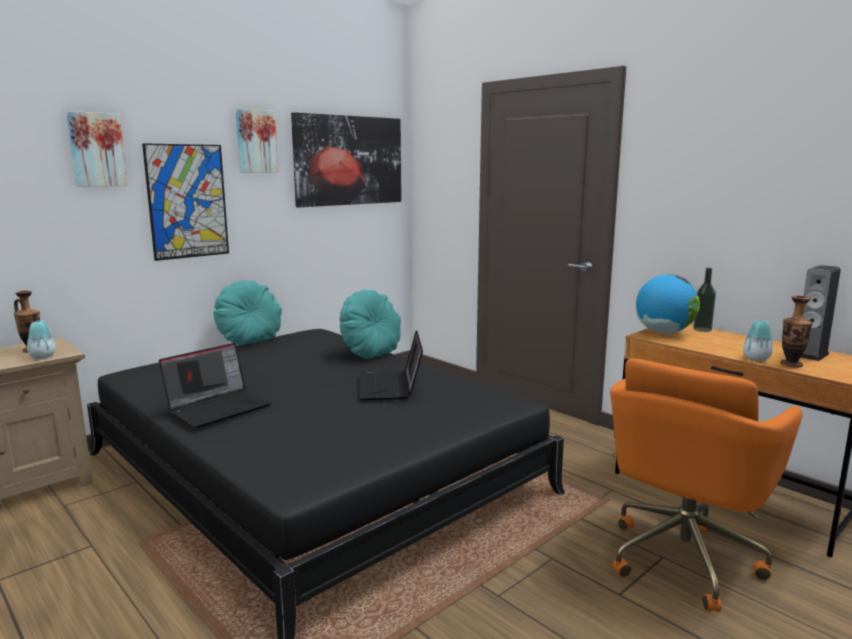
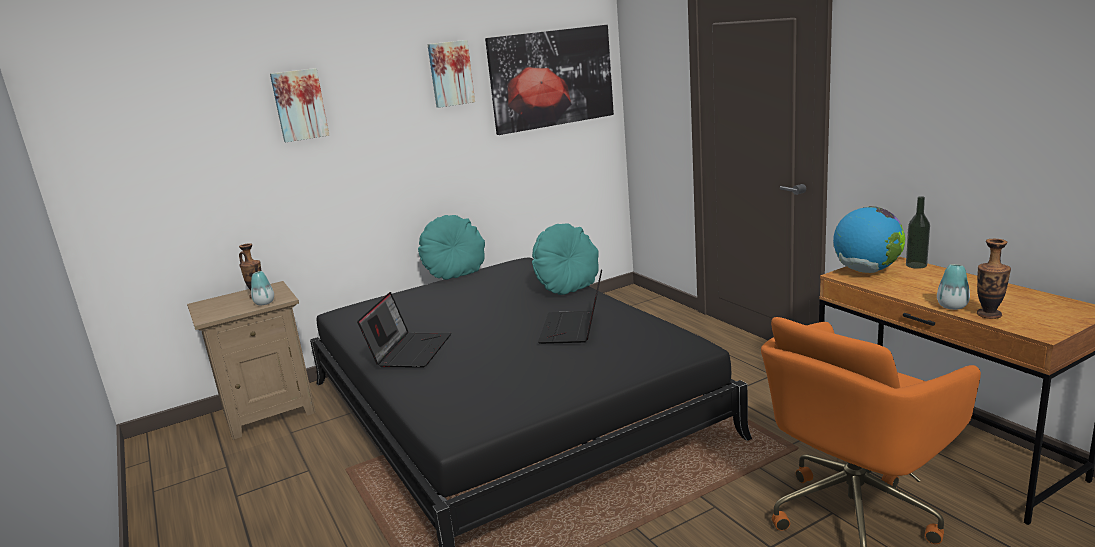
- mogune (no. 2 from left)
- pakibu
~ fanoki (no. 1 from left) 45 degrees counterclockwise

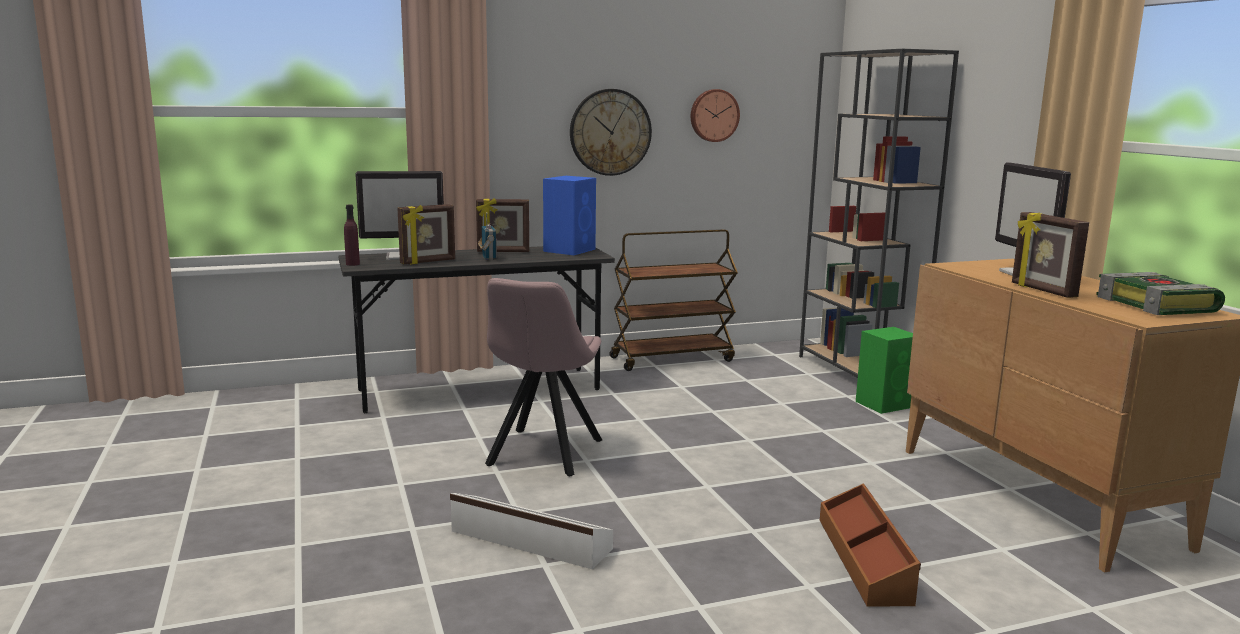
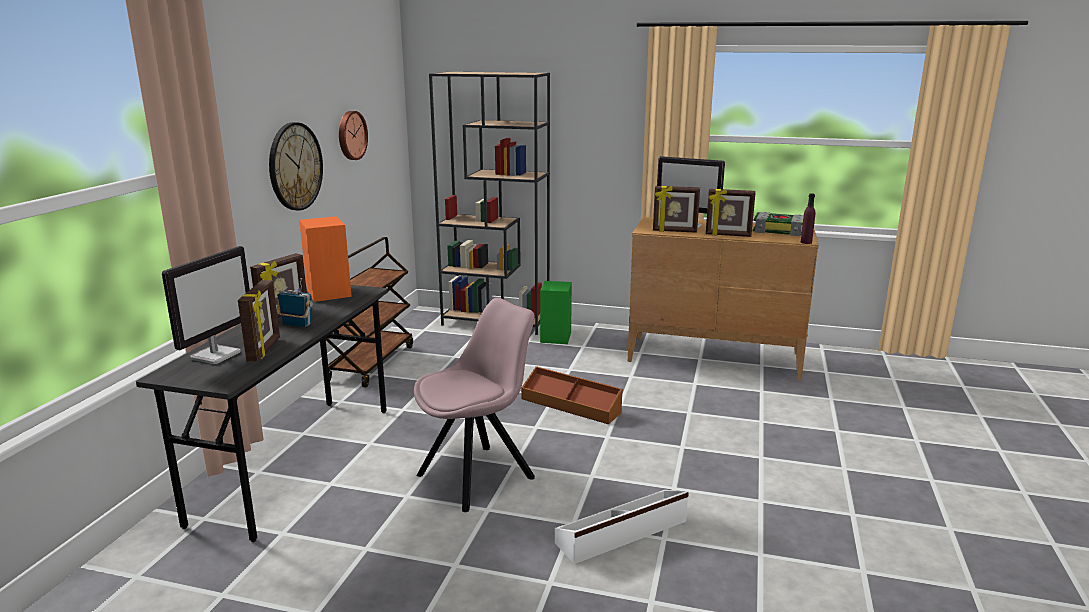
~ blue pakibu to orange pakibu
~ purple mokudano
~ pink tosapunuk 90 degrees counterclockwise
~ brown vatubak
+ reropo (no. 3 from left)

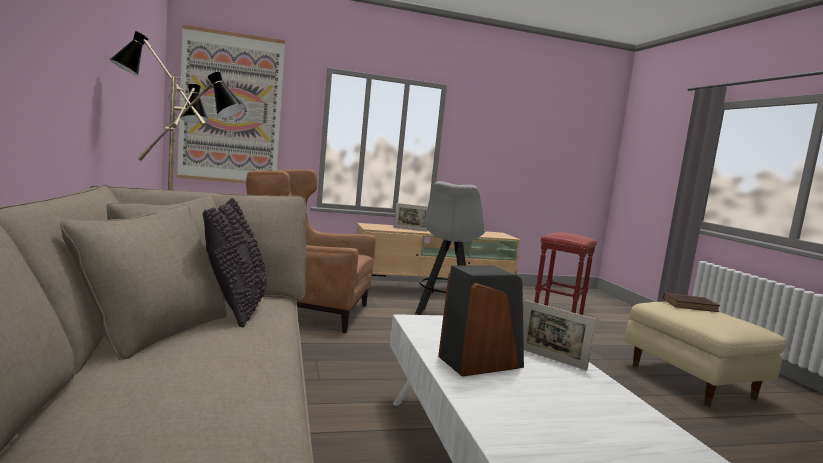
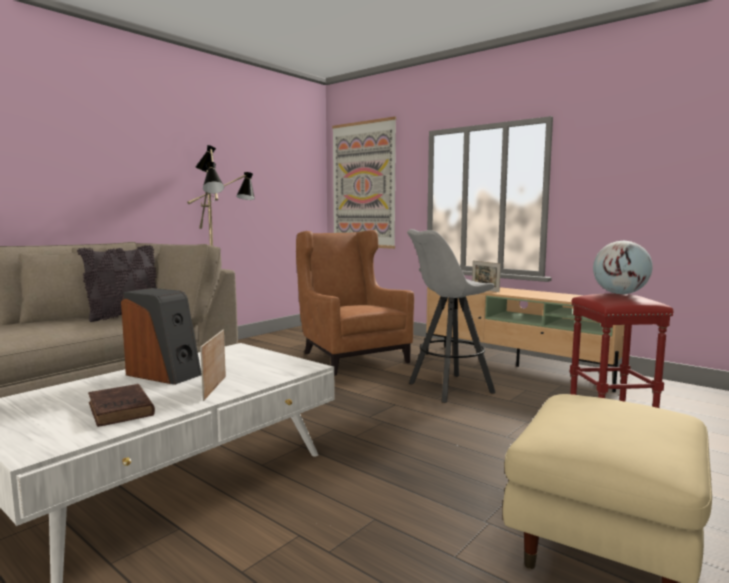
~ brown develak
+ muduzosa

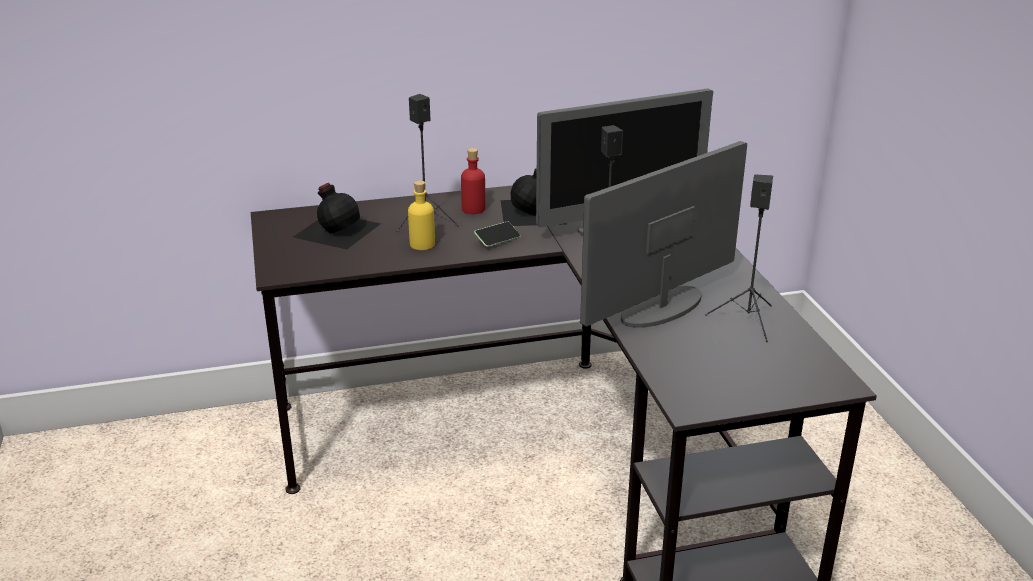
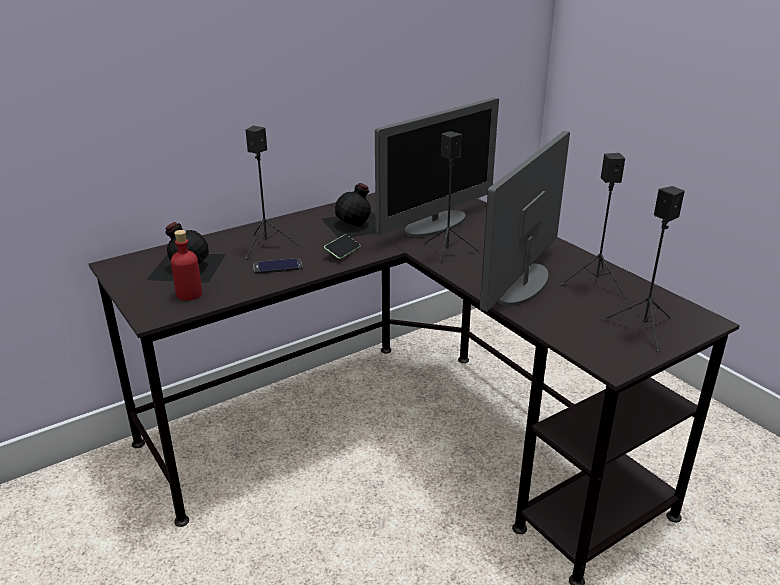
~ red mokudano
~ yellow mokudano to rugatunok (no. 1 from left)
+ black pakibu (no. 4 from left)

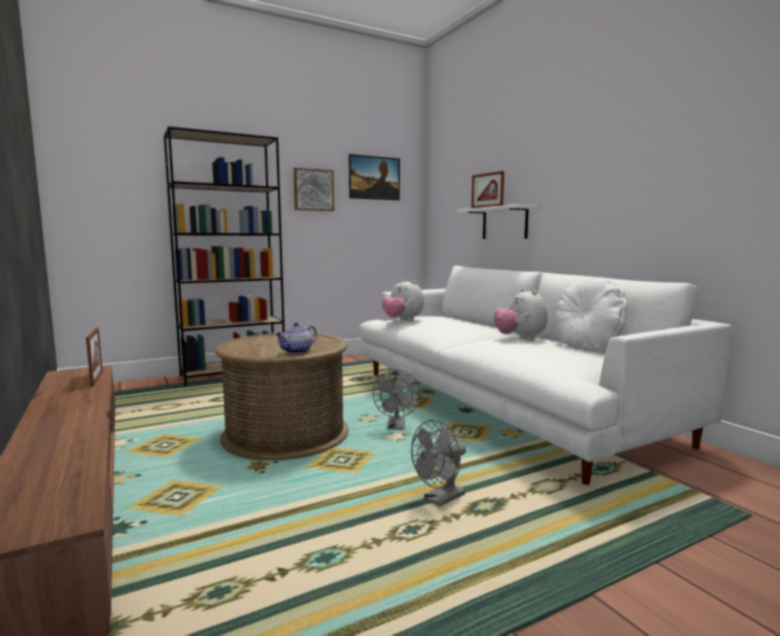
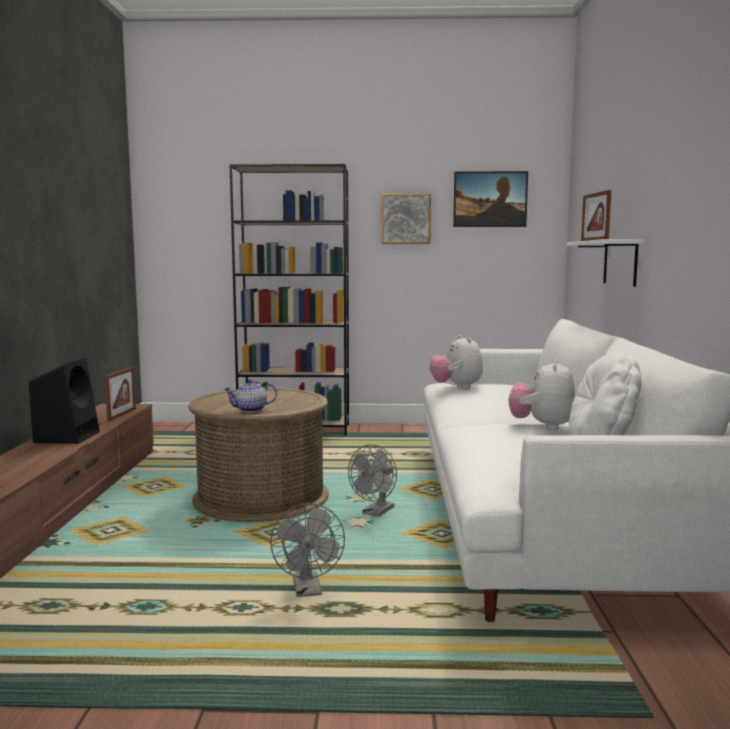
~ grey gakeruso (no. 2 from left in the first image) 90 degrees counterclockwise
+ black pakibu

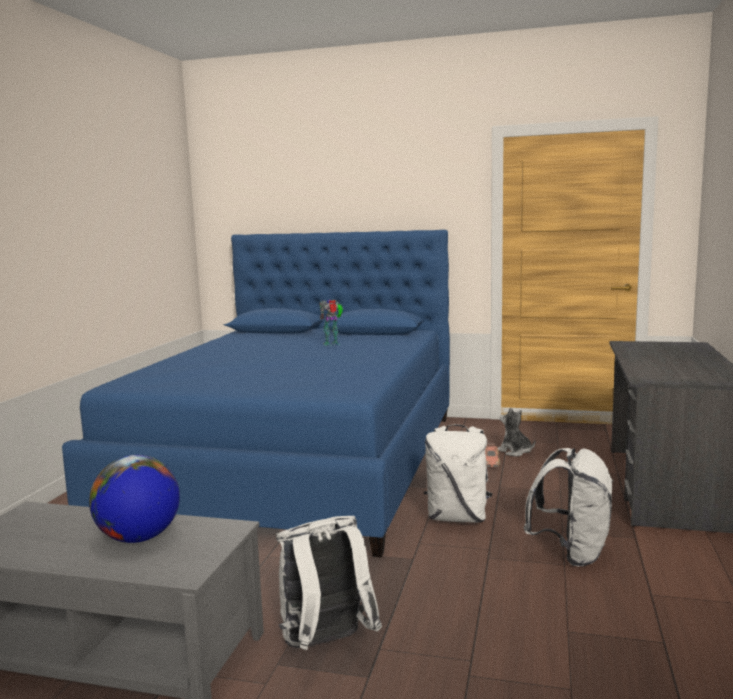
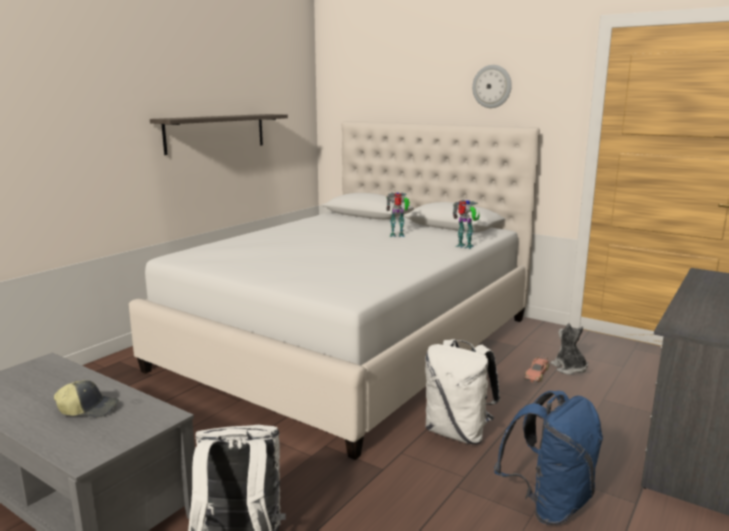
~ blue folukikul to white folukikul
~ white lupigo (no. 3 from left) to blue lupigo
~ muduzosa to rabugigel
+ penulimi
+ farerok
+ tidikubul (no. 2 from left)

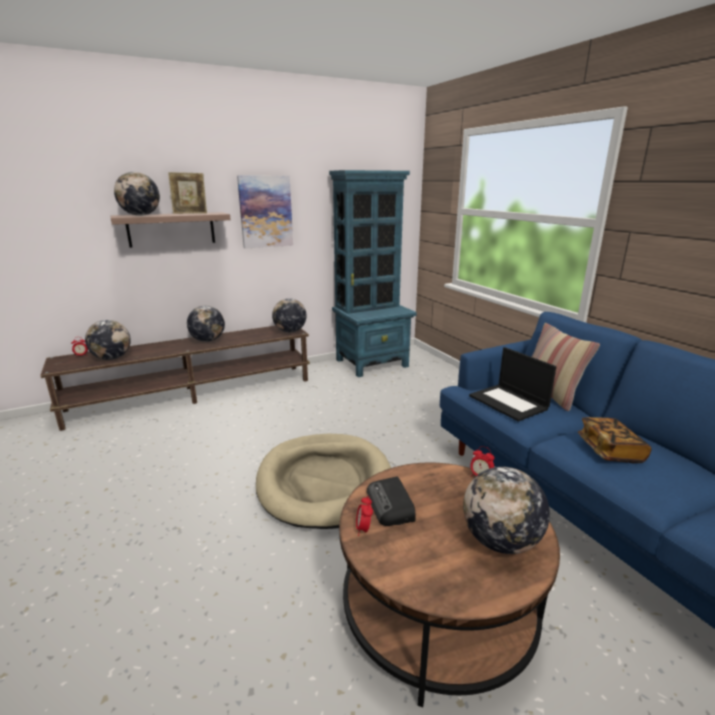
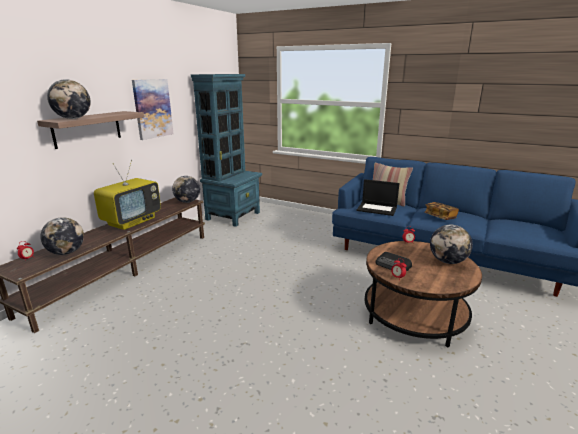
- reropo
~ muduzosa (no. 3 from left) to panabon
- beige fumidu

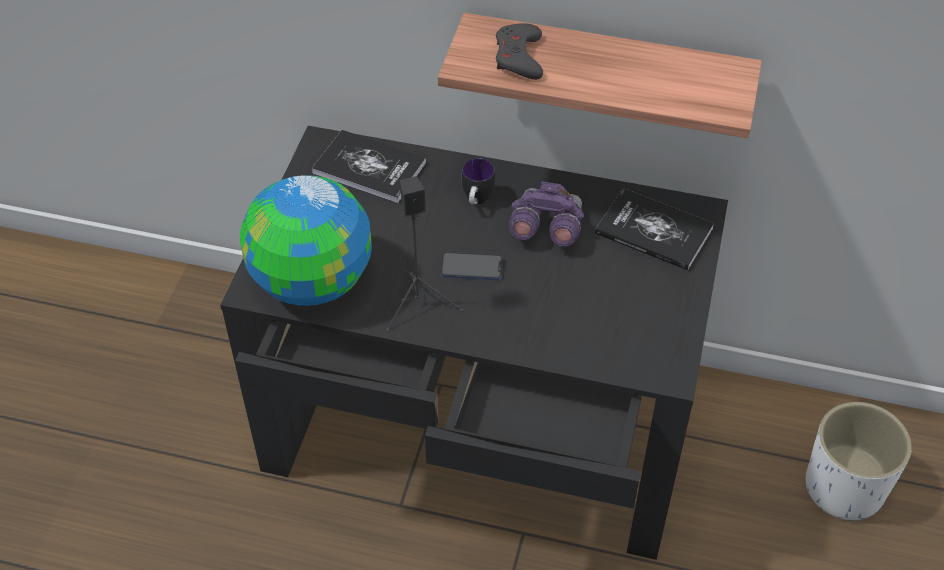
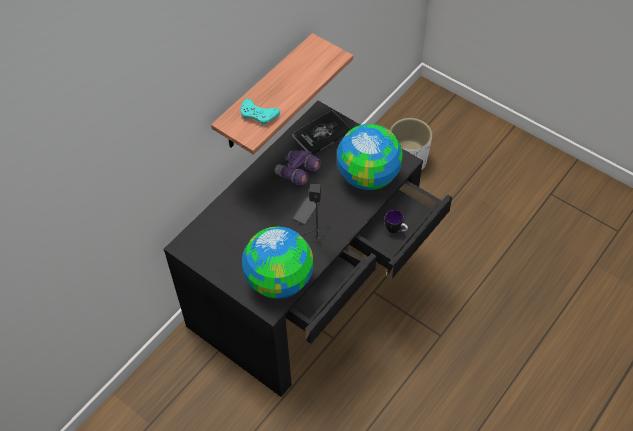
~ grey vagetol to turquoise vagetol
- develak (no. 1 from left)
~ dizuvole
+ muduzosa (no. 2 from left)

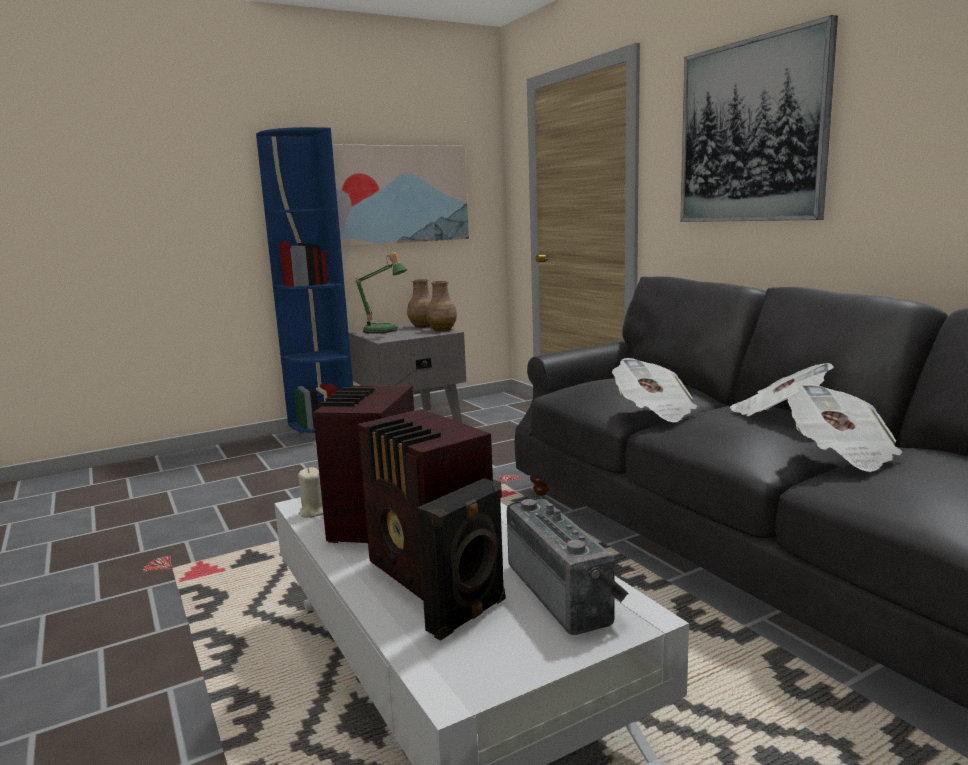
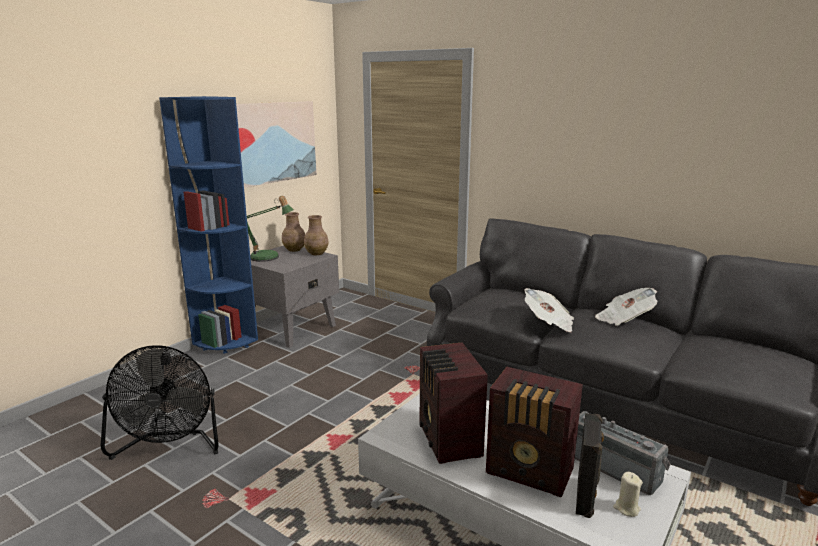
- mogune (no. 2 from left)
- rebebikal (no. 3 from left)
~ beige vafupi
+ black gakeruso

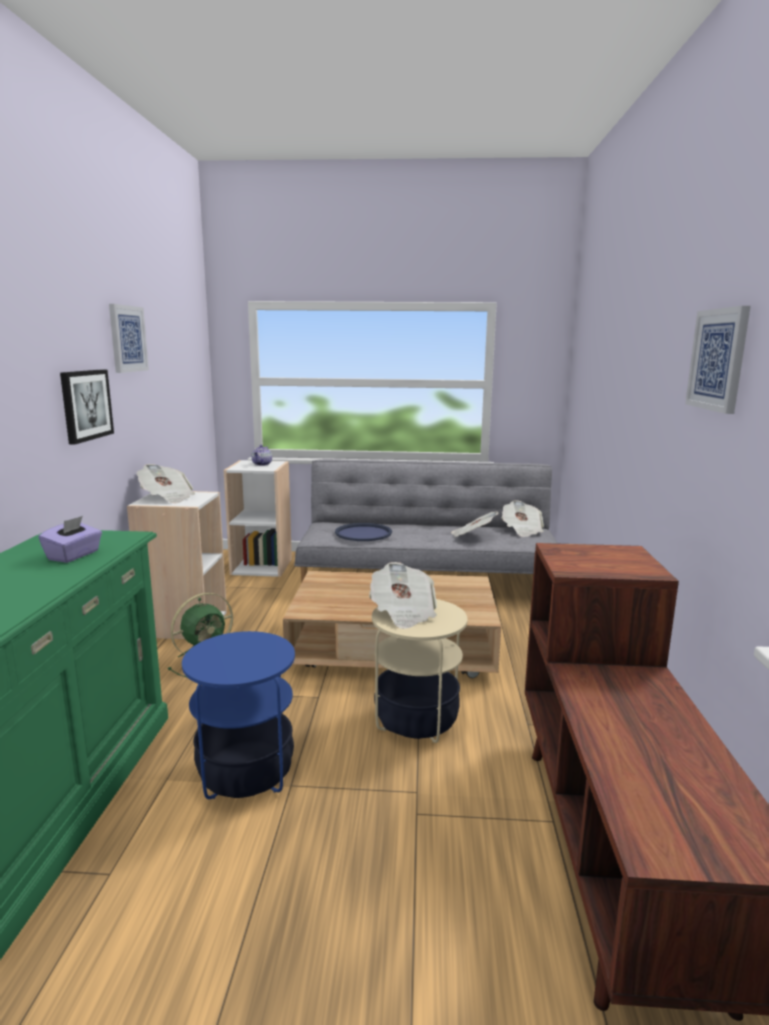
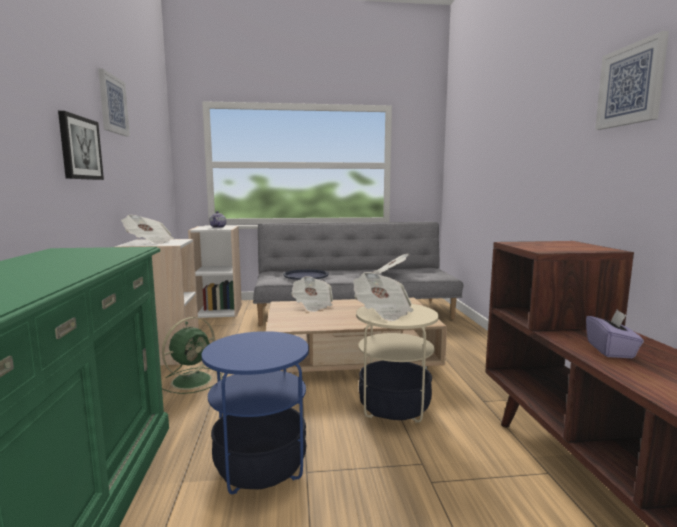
~ rebebikal (no. 4 from left in the first image) to rebebikal (no. 2 from left)
~ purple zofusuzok

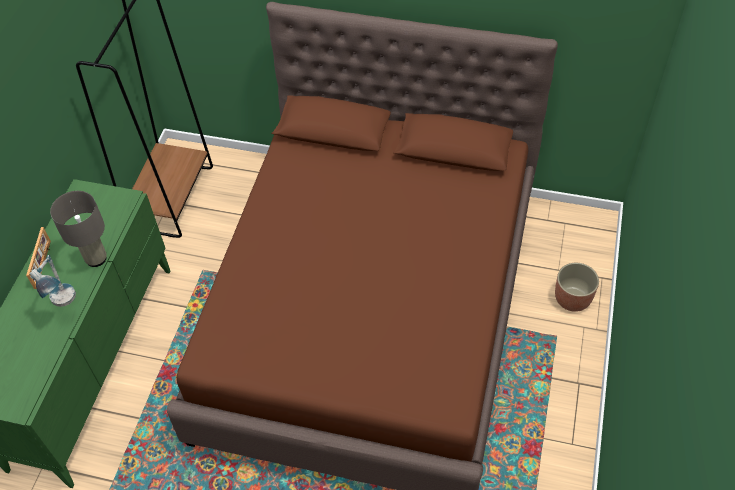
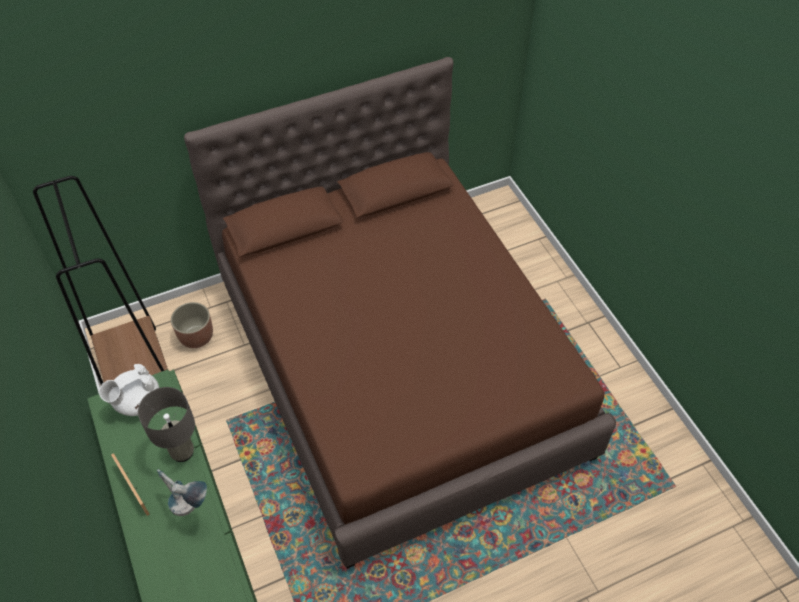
~ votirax
+ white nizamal

